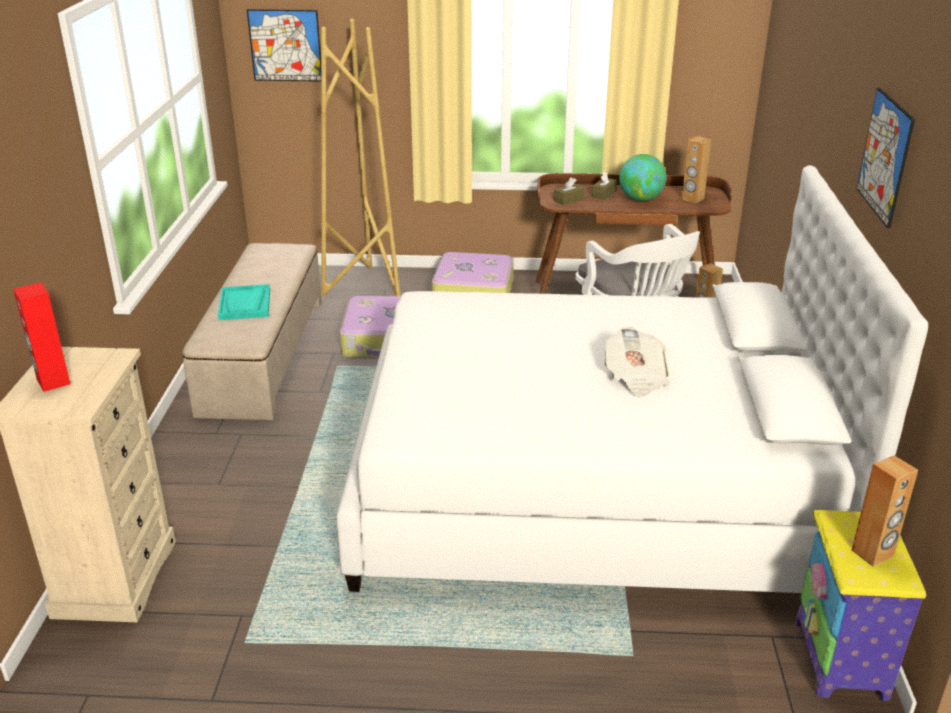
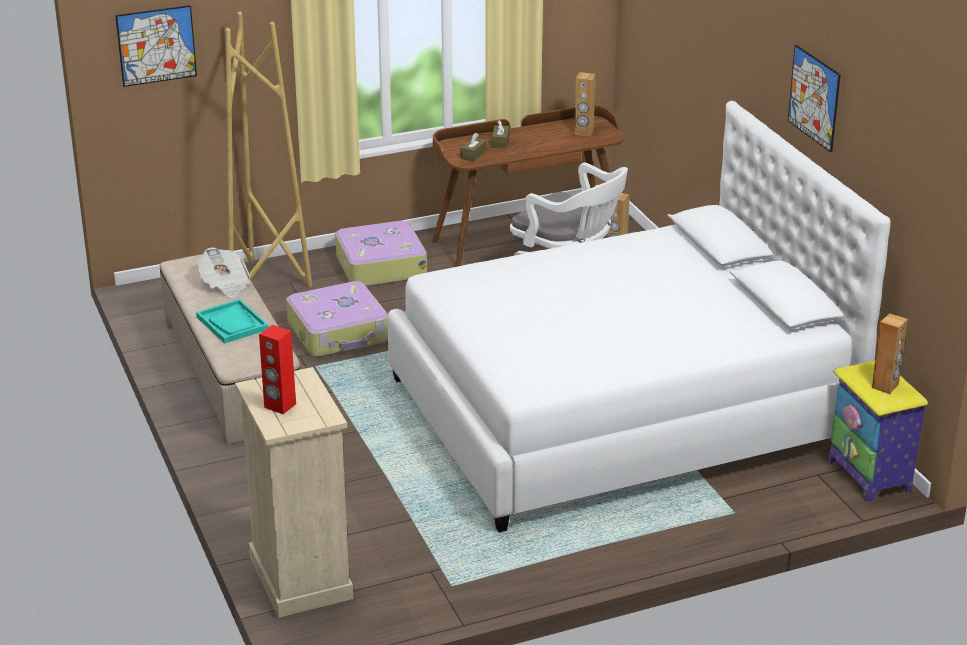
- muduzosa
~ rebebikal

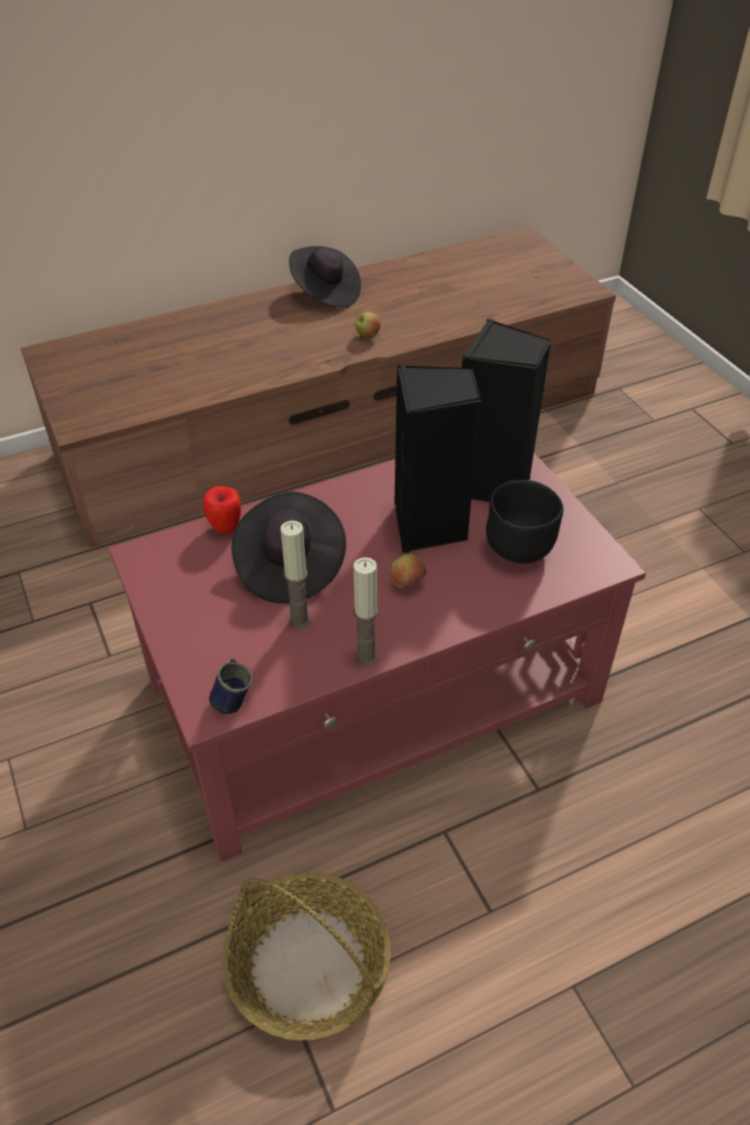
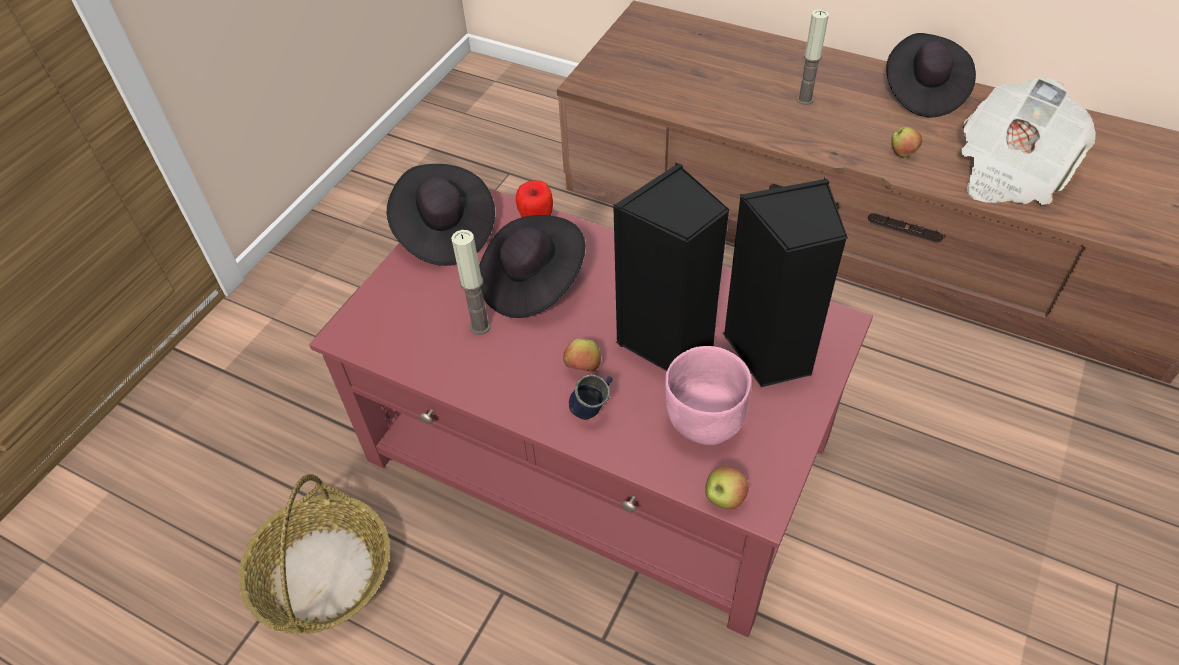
~ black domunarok to pink domunarok
~ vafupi (no. 2 from left)
~ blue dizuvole
+ rebebikal
+ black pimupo (no. 1 from left)
+ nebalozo (no. 3 from left)

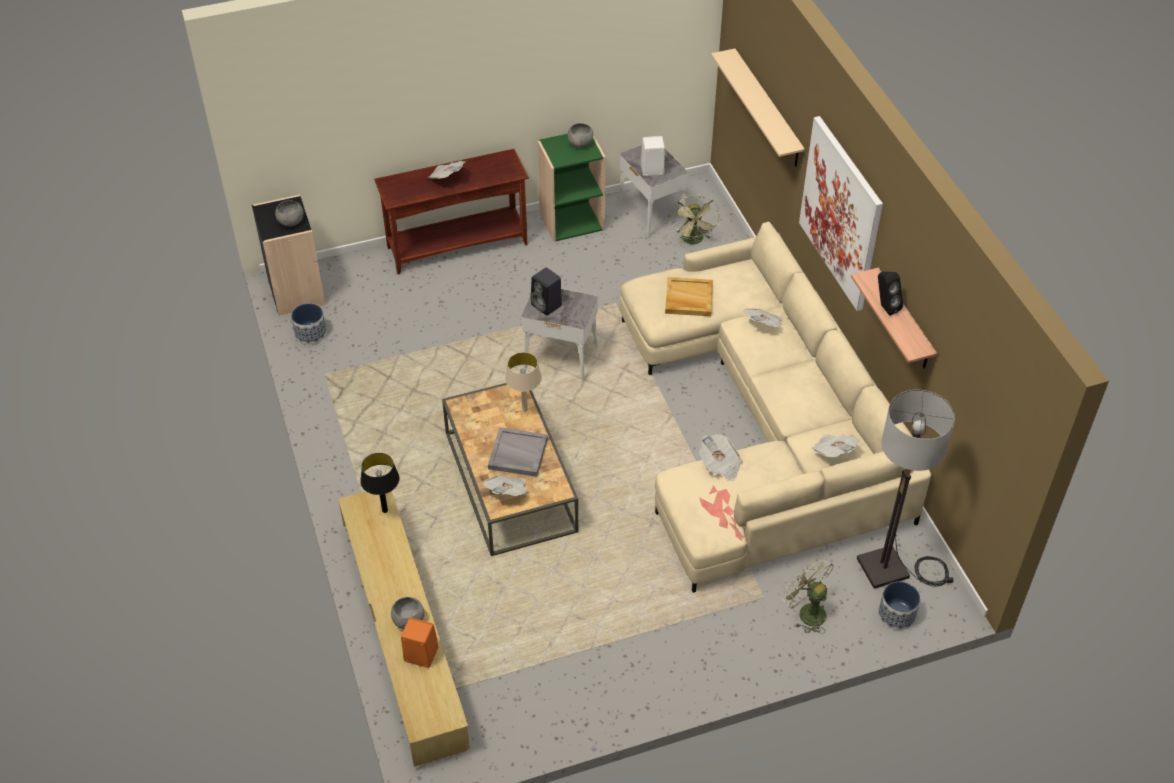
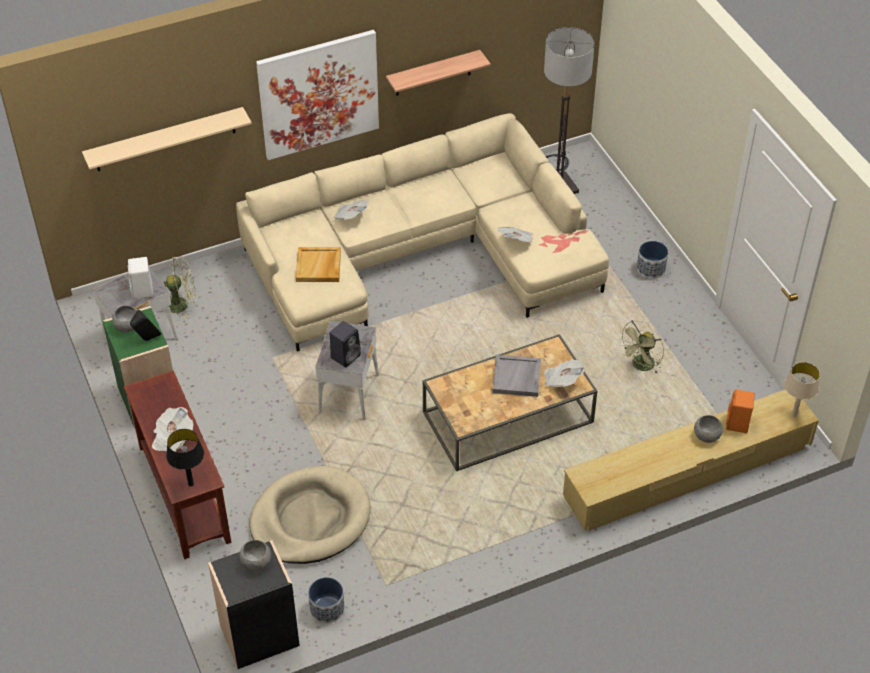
~ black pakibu (no. 2 from left in the first image) to black pakibu (no. 1 from left)
~ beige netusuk
- rebebikal (no. 5 from left)
~ black netusuk
~ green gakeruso (no. 2 from left)
~ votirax (no. 2 from left)
+ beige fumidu

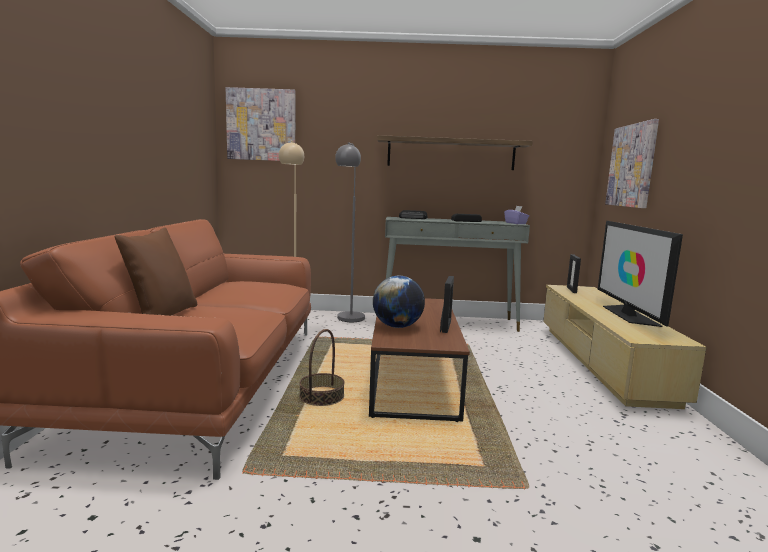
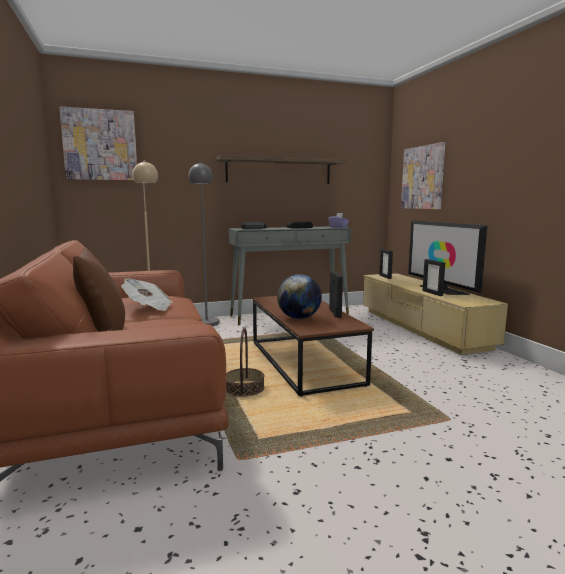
+ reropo (no. 3 from left)
+ rebebikal

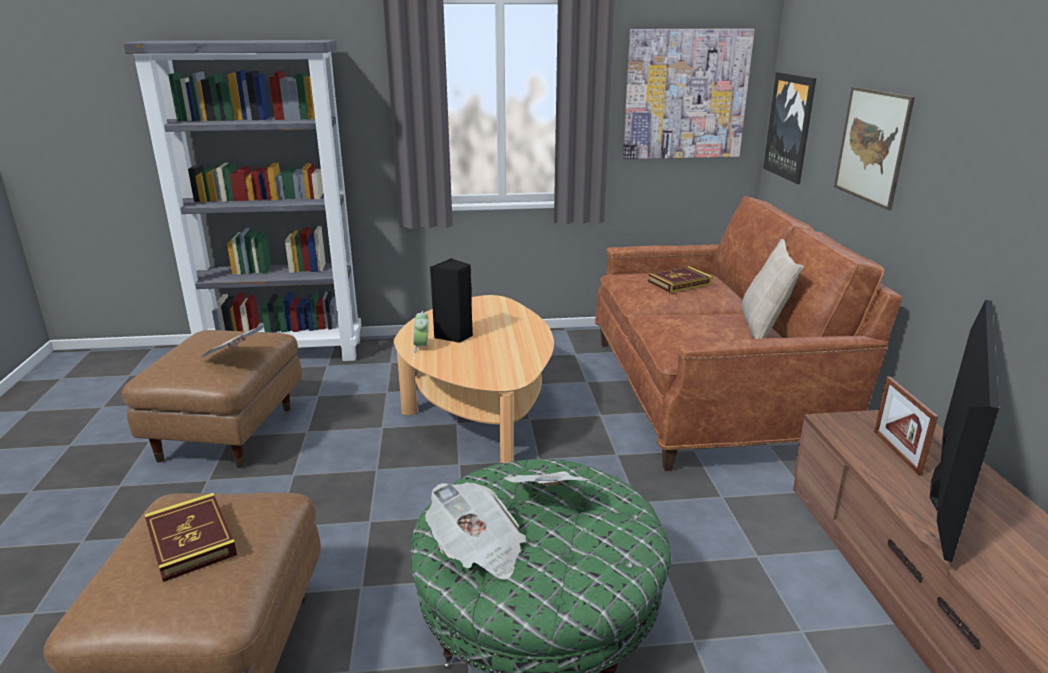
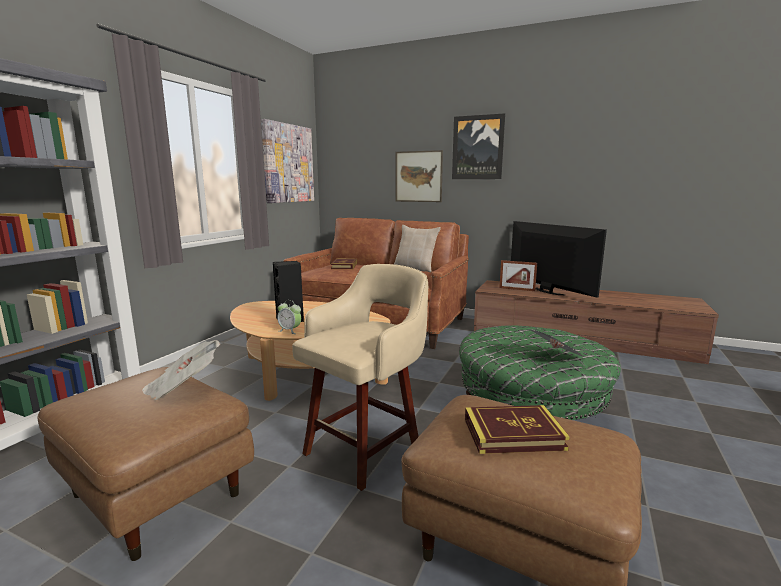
~ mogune (no. 2 from left in the first image) to mogune (no. 3 from left)
- rebebikal (no. 3 from left)
+ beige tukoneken

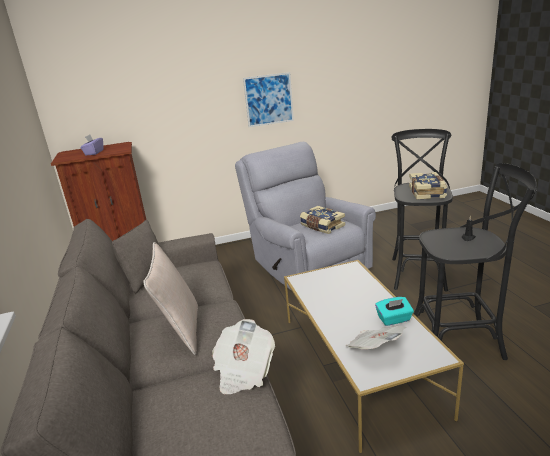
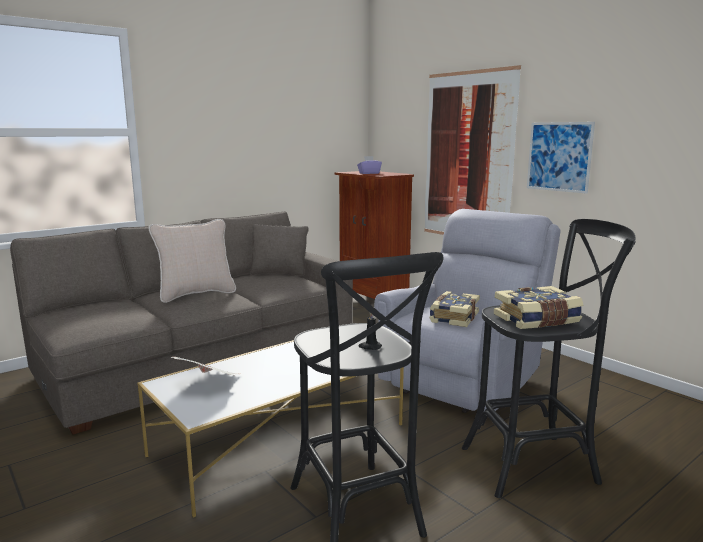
- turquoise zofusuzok
- rebebikal (no. 1 from left)
+ mogune (no. 1 from left)

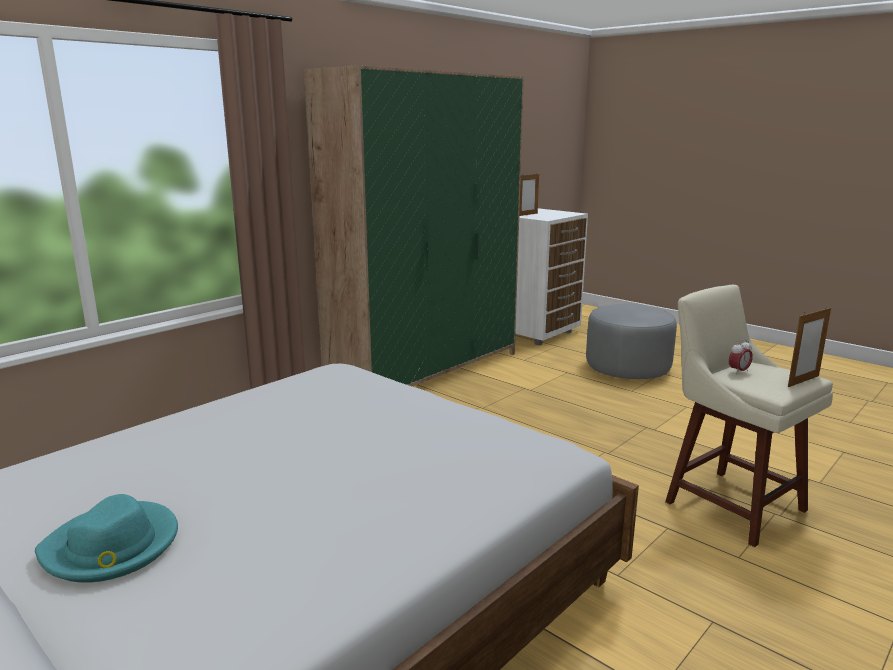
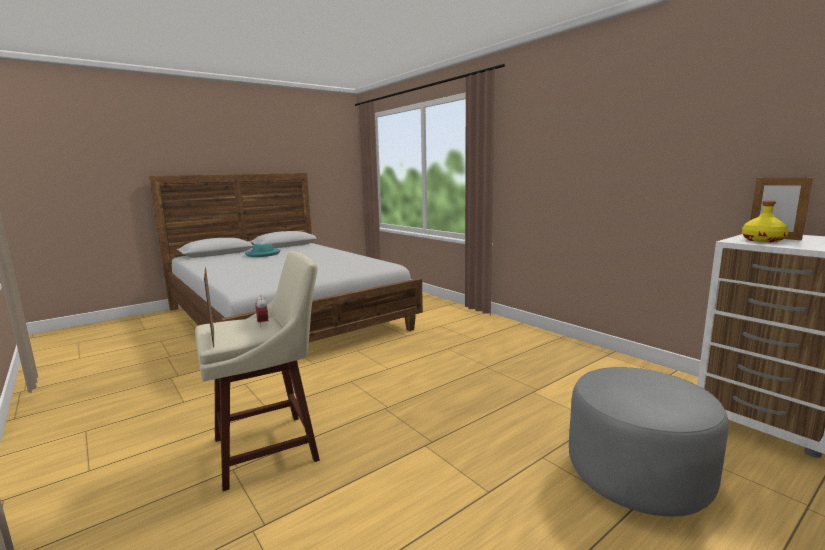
- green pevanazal
+ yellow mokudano

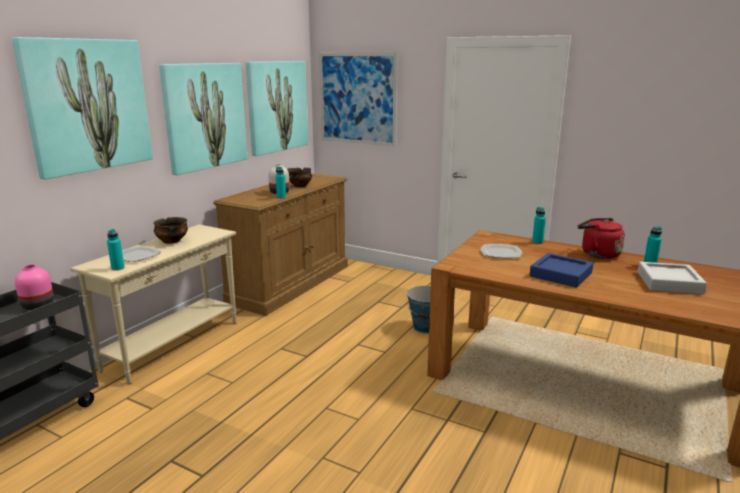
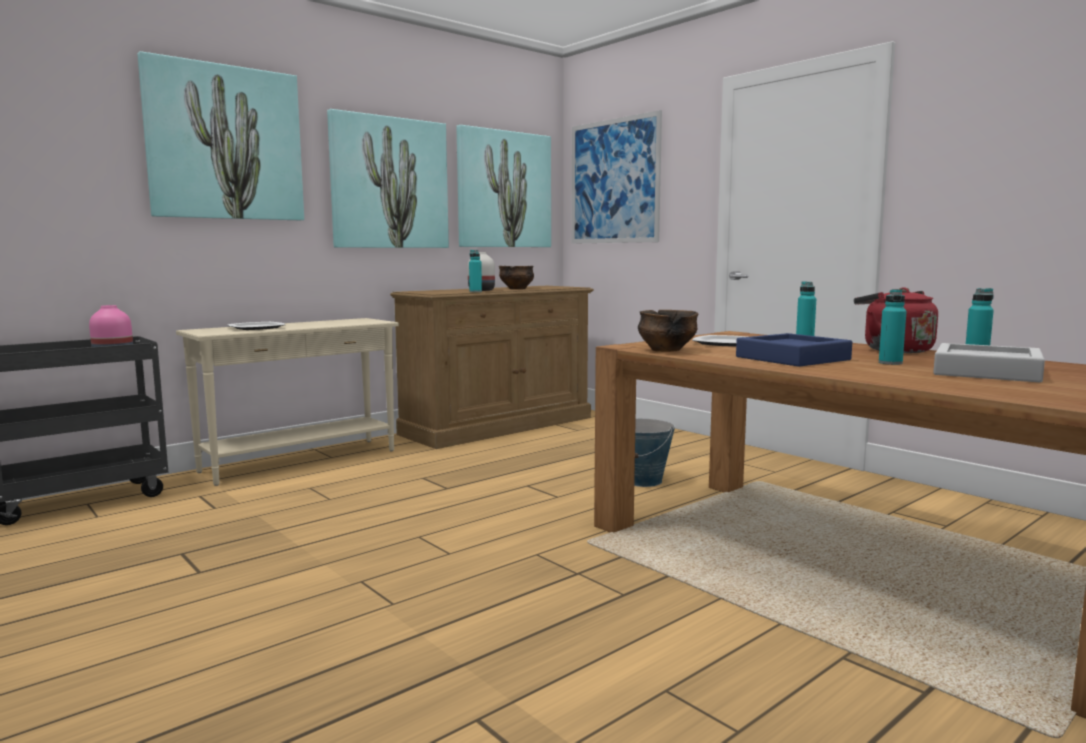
~ domunarok (no. 1 from left in the first image) to domunarok (no. 2 from left)
~ turquoise mokudano (no. 1 from left in the first image) to turquoise mokudano (no. 3 from left)

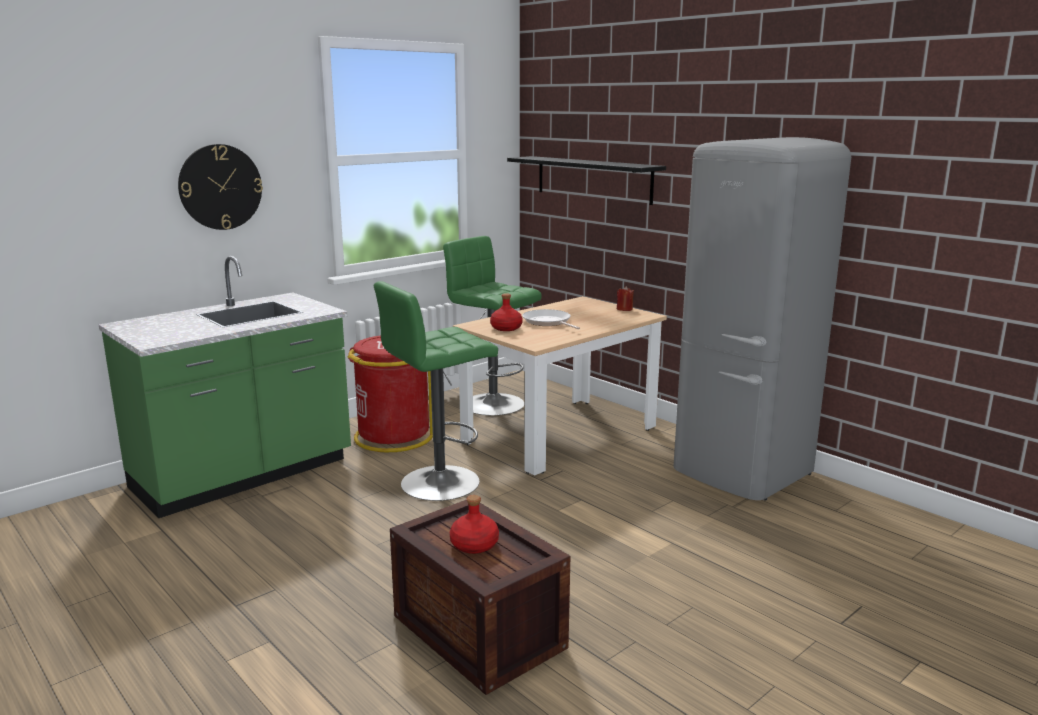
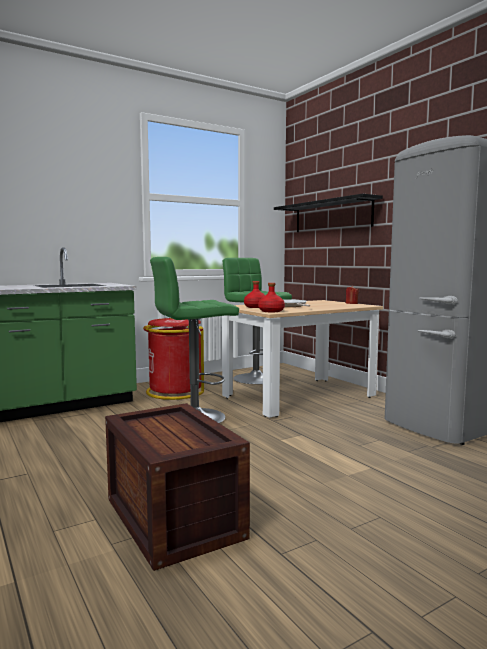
- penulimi
~ red mokudano (no. 1 from left in the first image) to red mokudano (no. 2 from left)

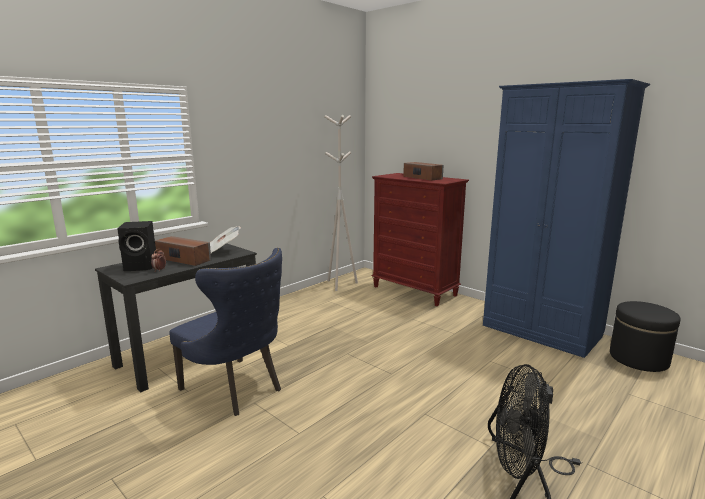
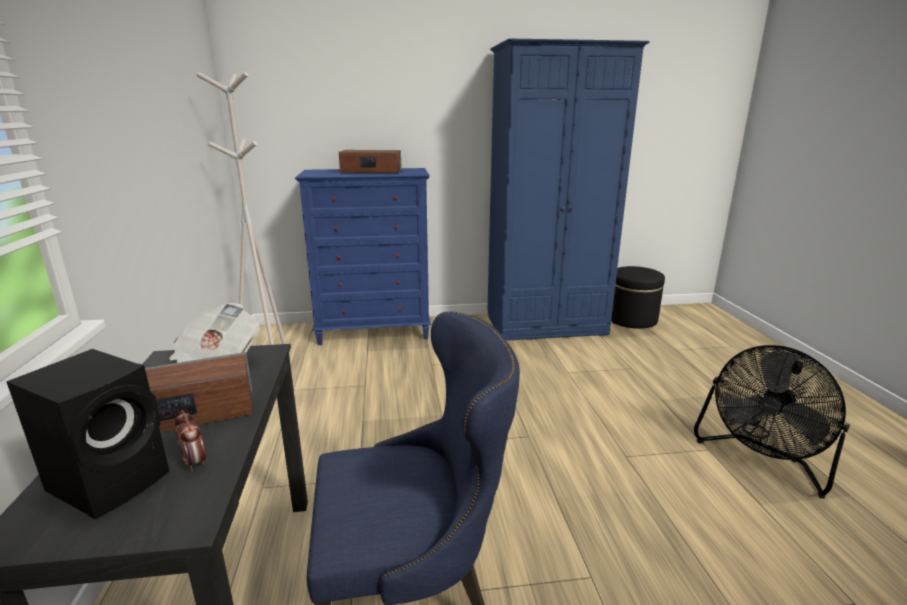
~ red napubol to blue napubol

